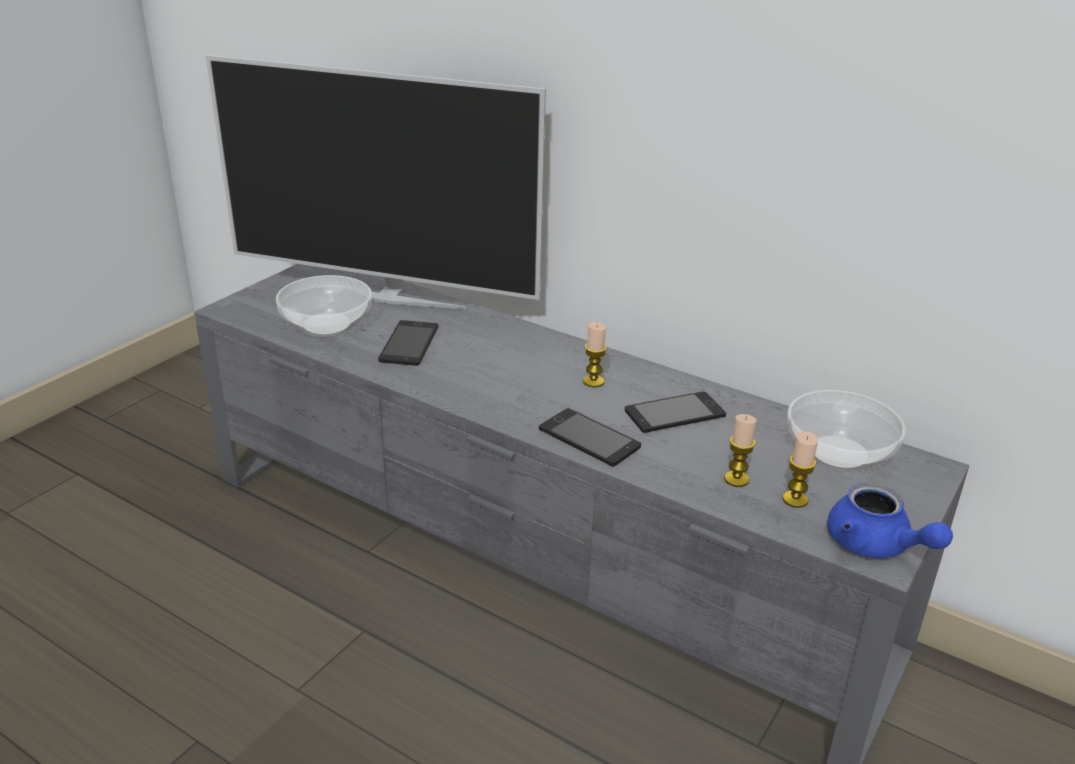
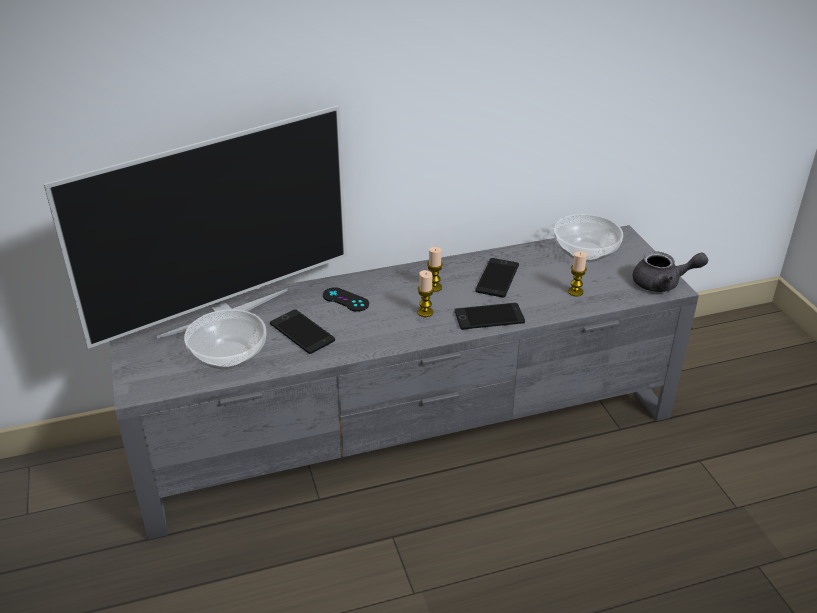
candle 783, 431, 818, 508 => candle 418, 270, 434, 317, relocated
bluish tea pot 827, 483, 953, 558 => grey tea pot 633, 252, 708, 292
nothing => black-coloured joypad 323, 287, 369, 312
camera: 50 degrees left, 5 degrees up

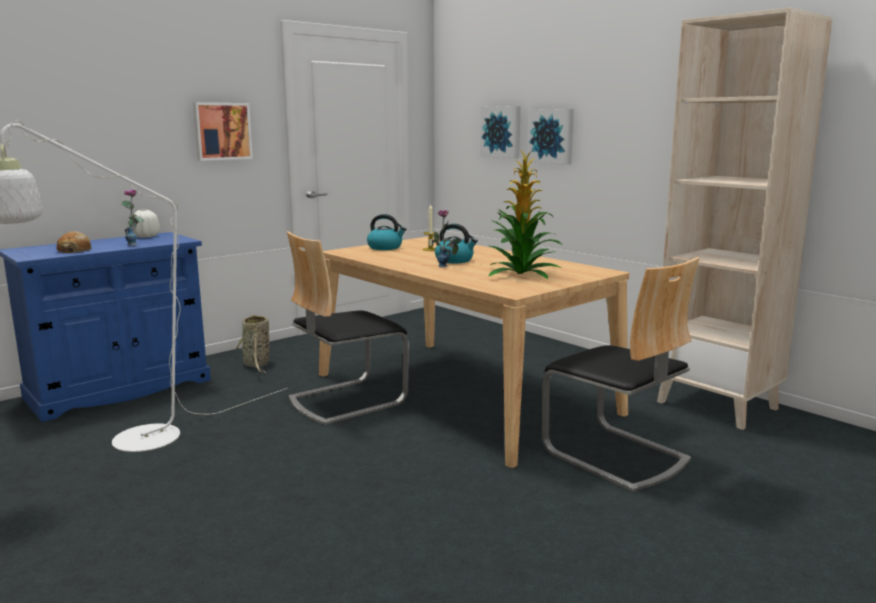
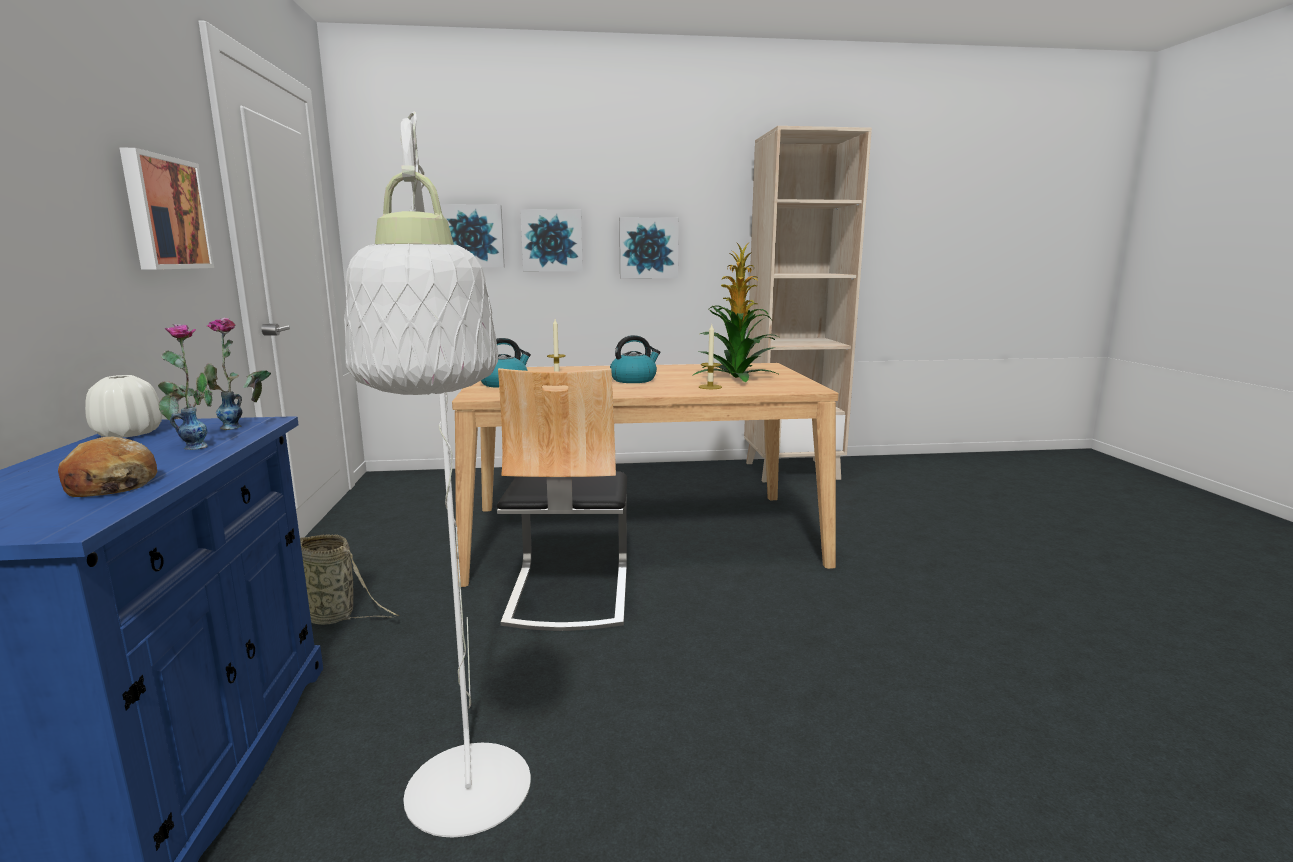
decorative vase 432, 209, 461, 267 => decorative vase 204, 318, 271, 430, relocated
plain chair 542, 257, 700, 492 => nothing
nothing => picture 619, 218, 679, 278
nothing => candle 699, 325, 722, 389
camera: 55 degrees left, 0 degrees up

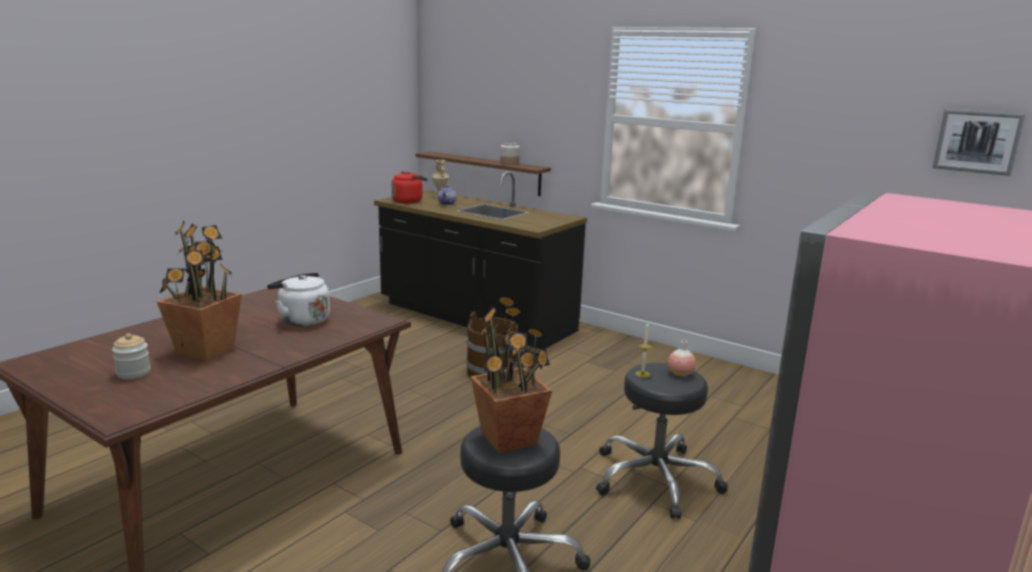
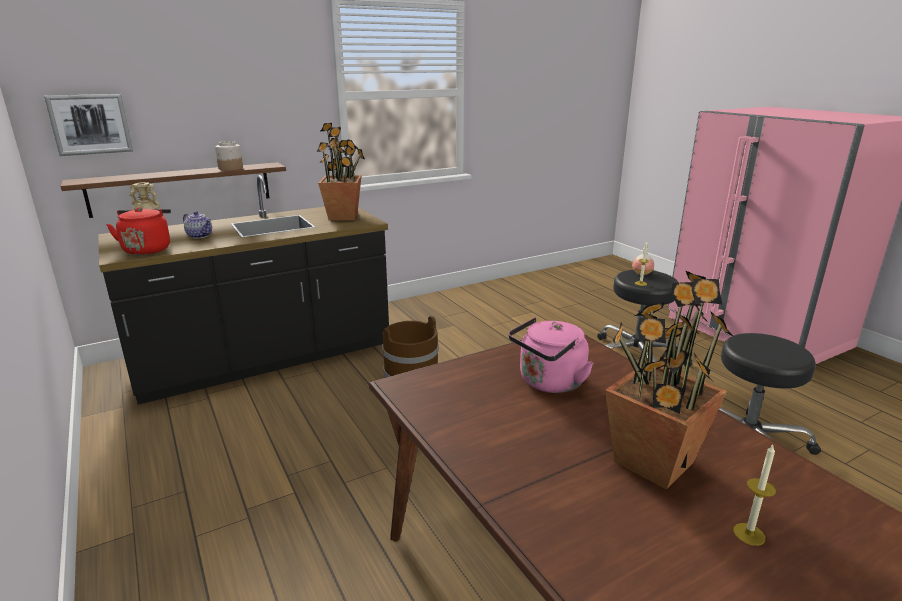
picture 933, 109, 1025, 176 => picture 44, 94, 133, 156, relocated
white kettle 267, 273, 330, 327 => pink kettle 508, 317, 593, 393
potted plant 471, 296, 552, 454 => potted plant 316, 123, 365, 220, relocated
preserve jar 112, 333, 151, 379 => candle 733, 445, 776, 546
camera: 65 degrees left, 5 degrees up

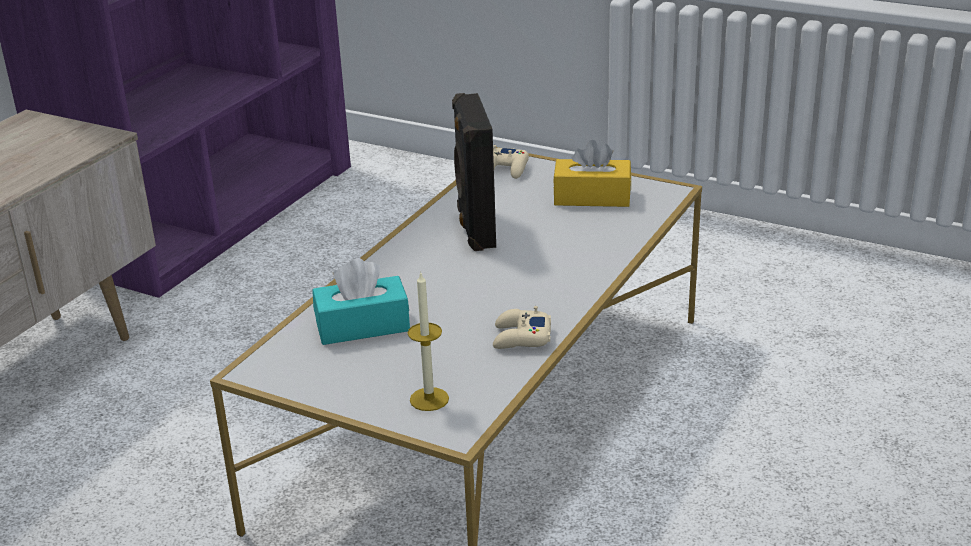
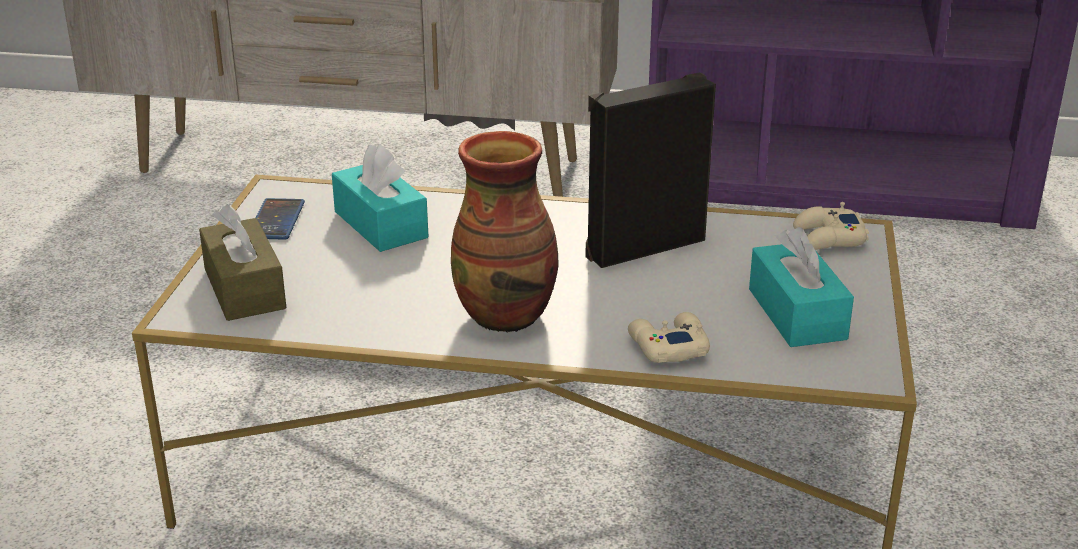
yellow box of tissues 553, 140, 631, 207 => blue-green box of tissues 749, 227, 854, 347
candle 408, 273, 449, 411 => brown box of tissues 199, 204, 286, 321
beige joypad 493, 306, 551, 349 => beige joypad 628, 312, 710, 363, relocated
nothing => decorative vase 451, 131, 558, 332
nothing => telephone 256, 198, 305, 240
camera: 70 degrees right, 0 degrees up

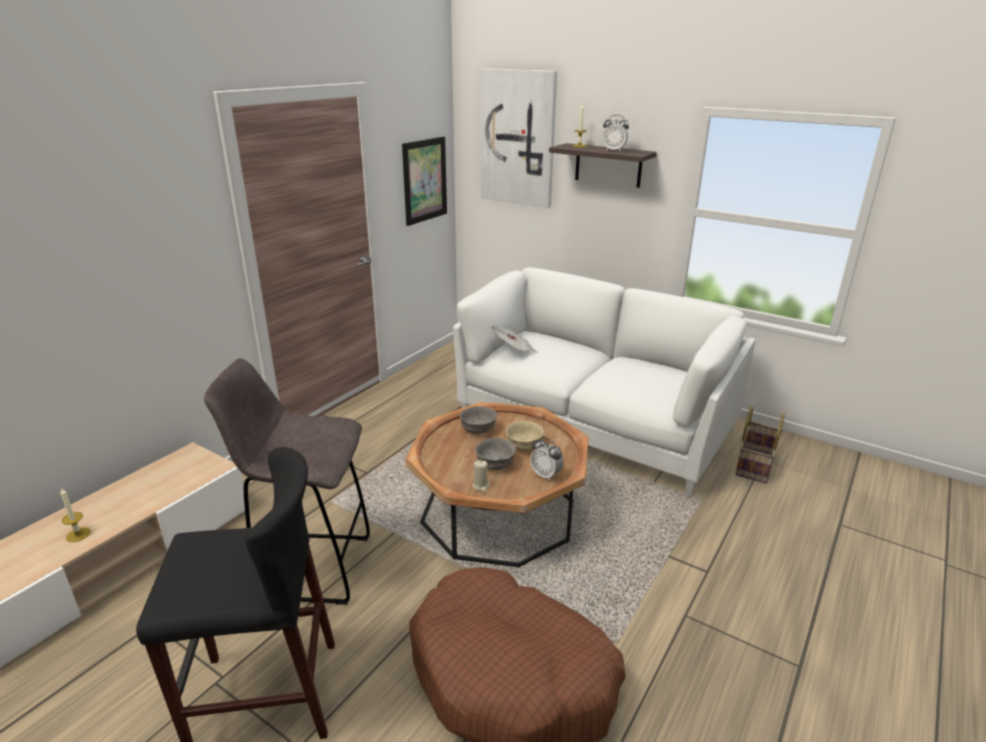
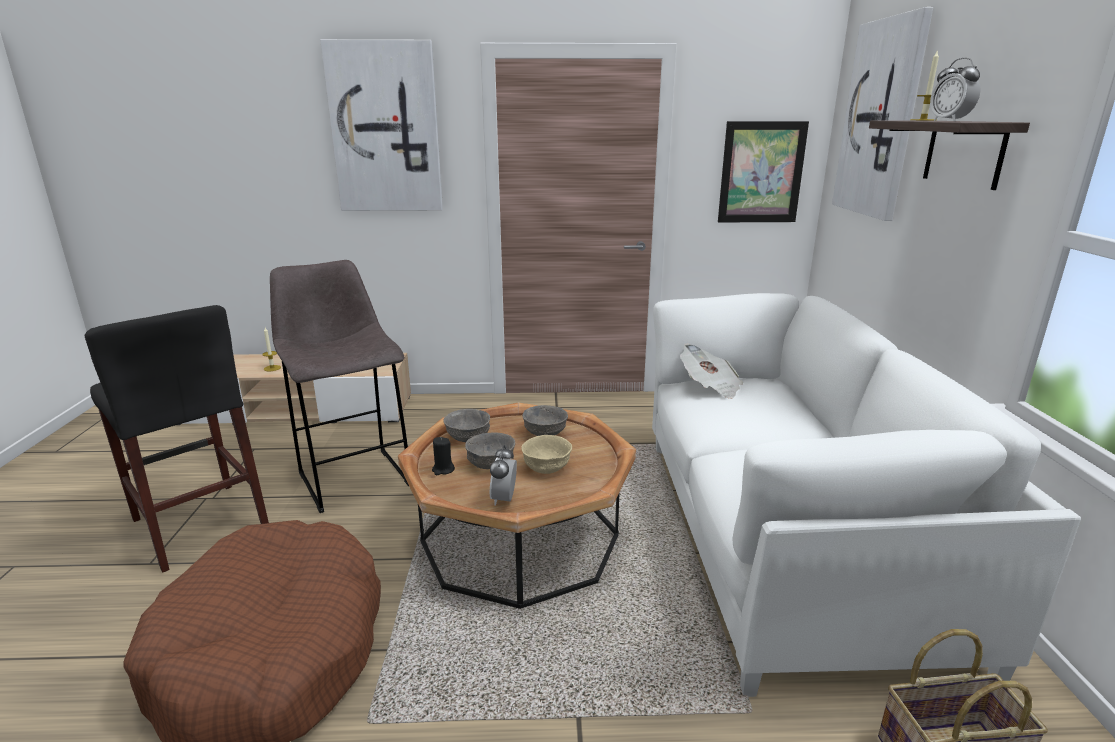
beige candle 472, 460, 490, 491 => black-coloured candle 432, 437, 455, 475
nothing => picture 320, 39, 443, 211
nothing => grey serving bowl 443, 409, 490, 442
camera: 55 degrees right, 5 degrees down

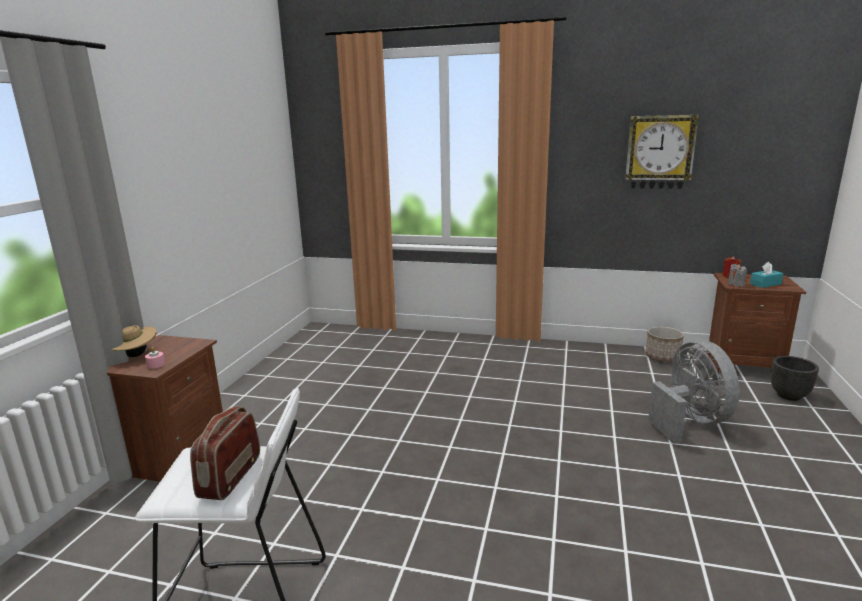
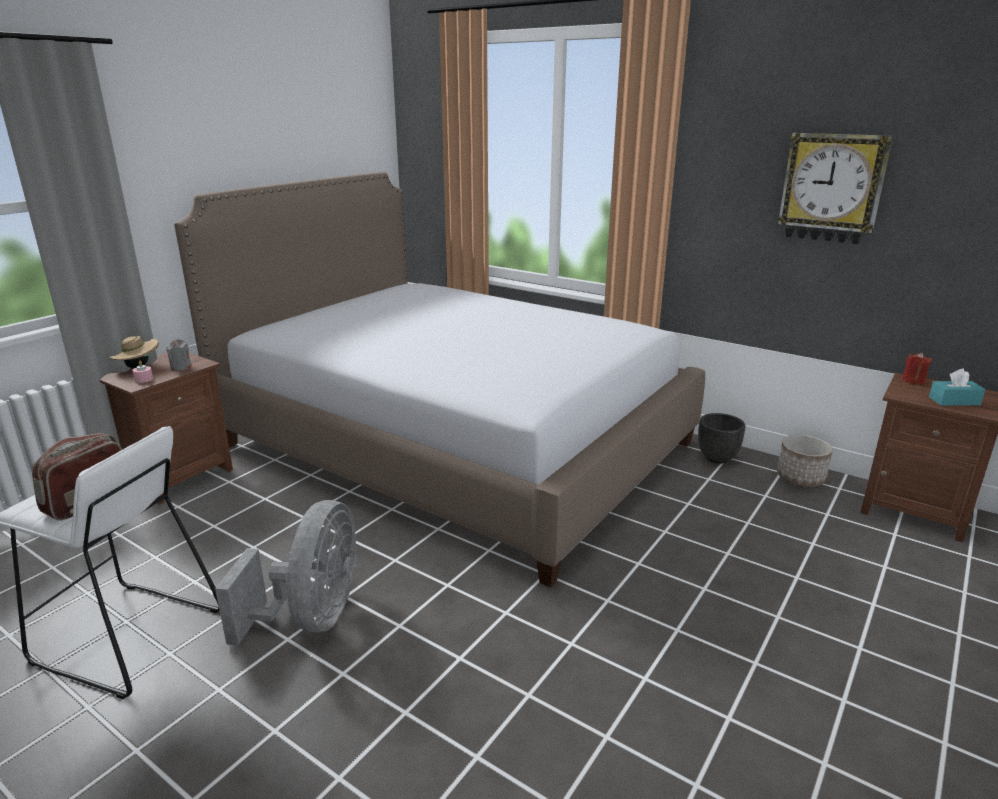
grey candle 728, 264, 747, 287 => grey candle 165, 339, 192, 371, relocated
grey cooling fan 648, 340, 740, 444 => grey cooling fan 215, 500, 357, 645, relocated
black-coloured plant pot 771, 356, 819, 401 => black-coloured plant pot 698, 413, 746, 464, relocated
nothing => sleeping bed 174, 172, 705, 587
camera: 20 degrees right, 5 degrees up

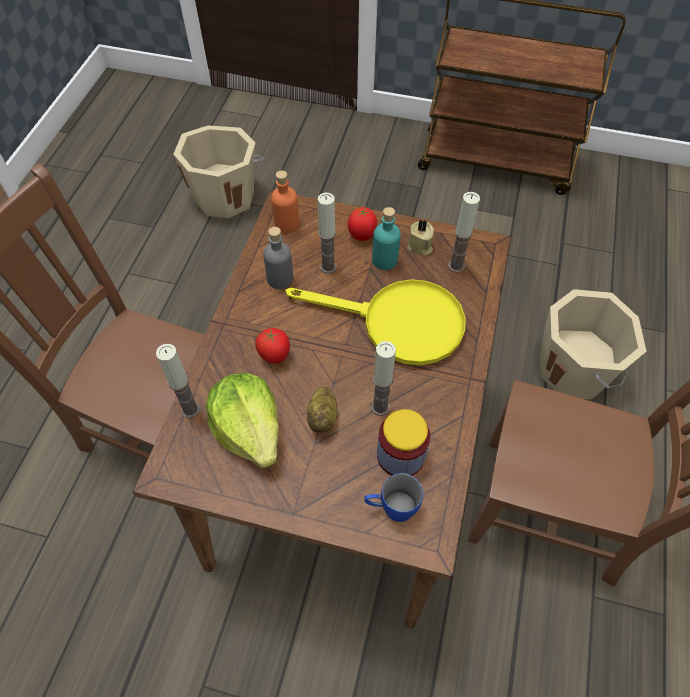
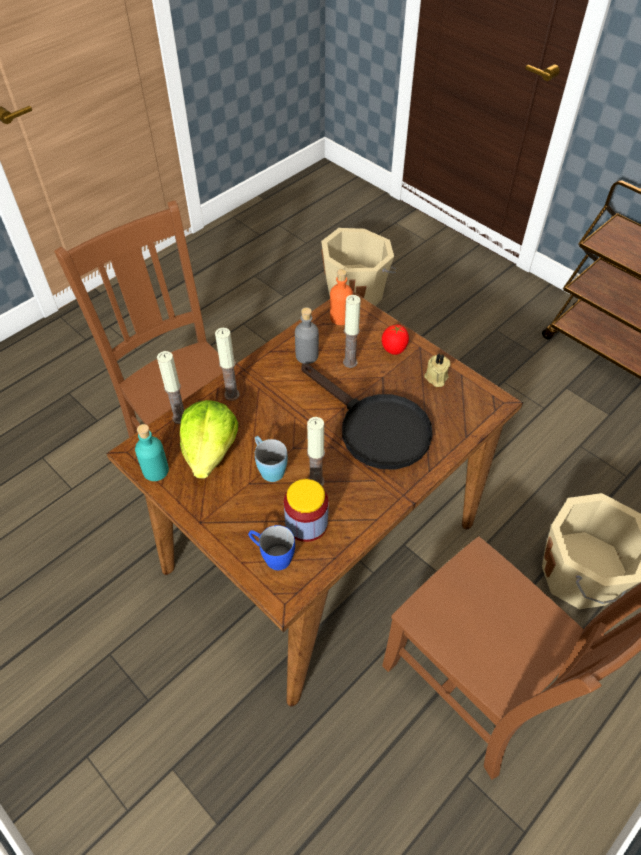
candle 448, 192, 480, 273 => candle 215, 328, 240, 401, relocated
blue-green drink bottle 372, 207, 401, 270 => blue-green drink bottle 135, 424, 169, 481, relocated
yellow pan 285, 279, 466, 365 => black-coloured pan 301, 363, 433, 469
tomato 255, 328, 290, 364 => nothing
whole potato 307, 387, 337, 433 => bluish mug 255, 436, 288, 482
camera: 30 degrees right, 5 degrees down

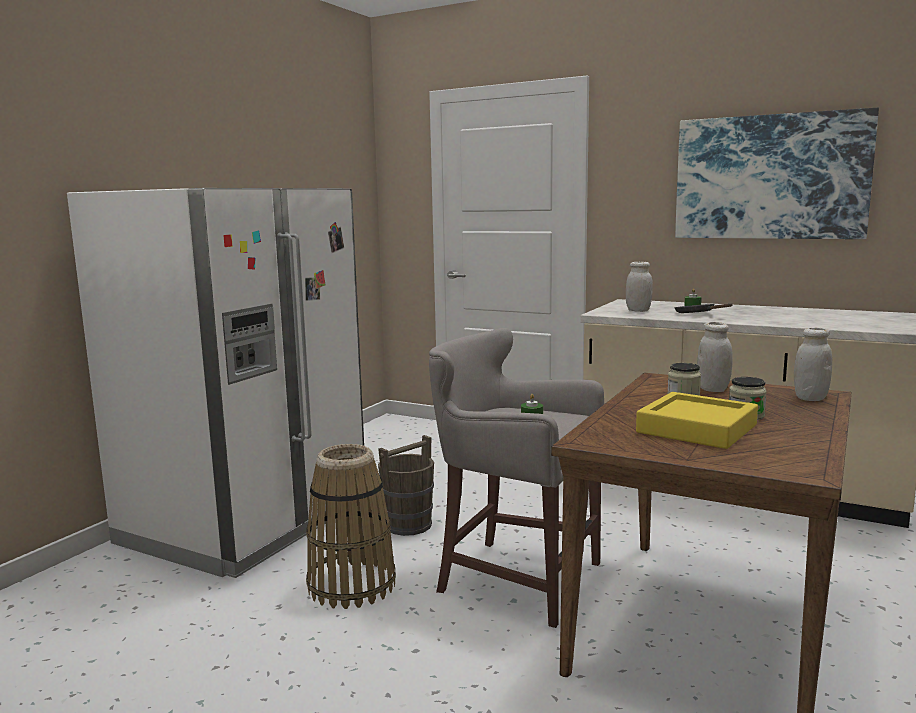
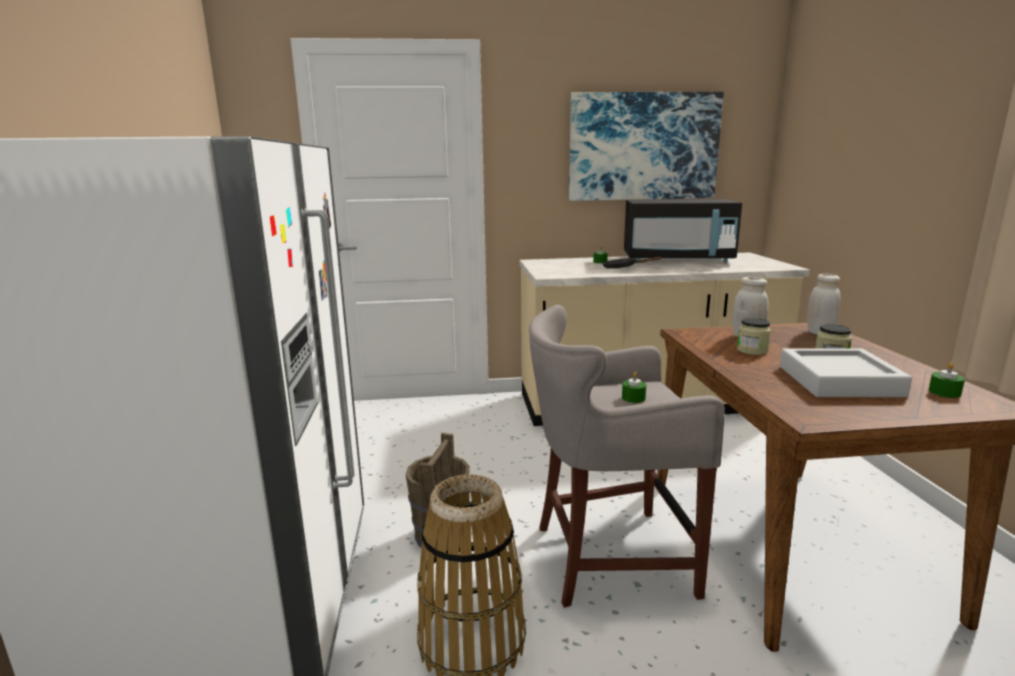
white preserve jar 626, 262, 653, 312 => nothing
yellow serving tray 636, 392, 758, 449 => grey serving tray 780, 348, 912, 398
nothing => black-coloured kitchen microwave 624, 199, 742, 262
nothing => green-coloured candle 929, 363, 965, 398
camera: 35 degrees left, 5 degrees up

